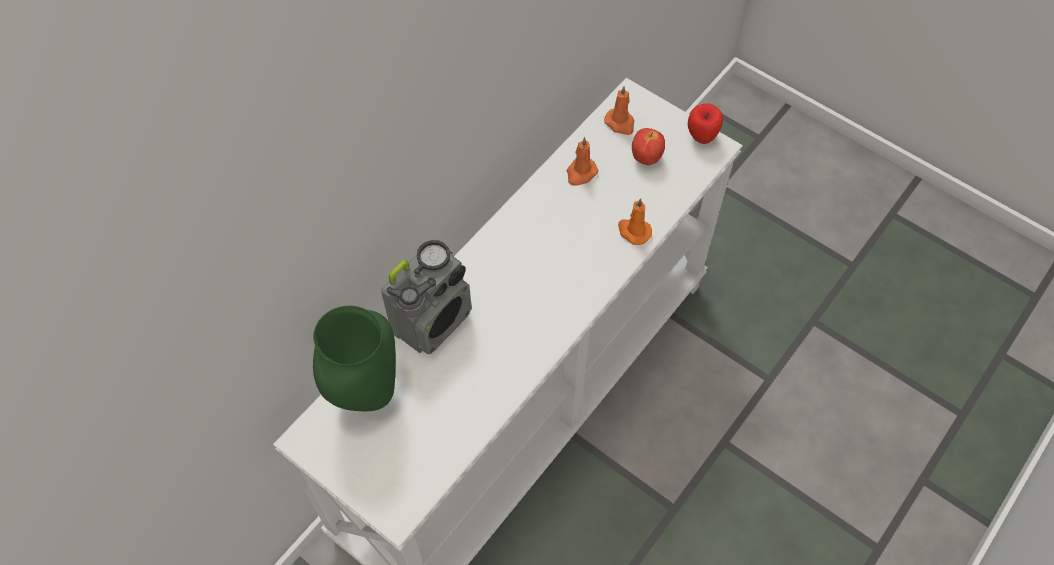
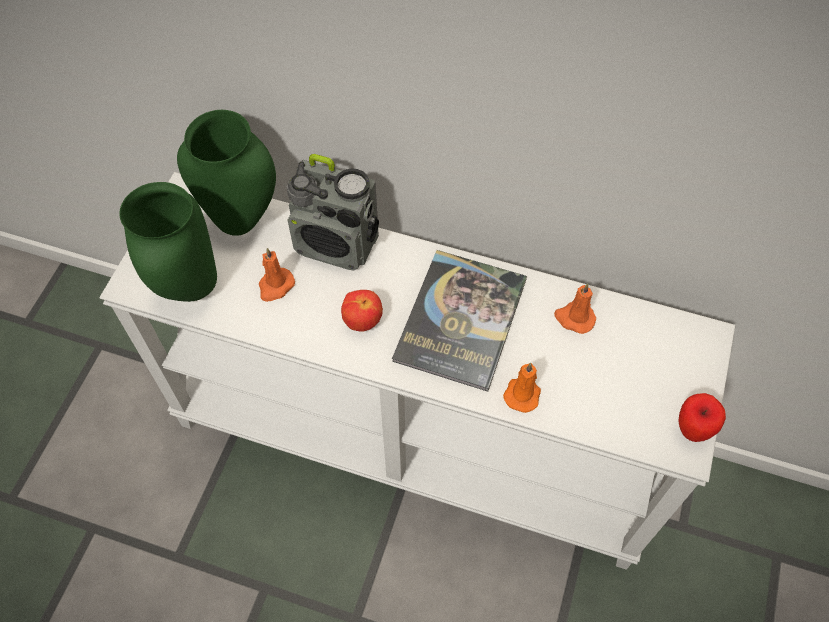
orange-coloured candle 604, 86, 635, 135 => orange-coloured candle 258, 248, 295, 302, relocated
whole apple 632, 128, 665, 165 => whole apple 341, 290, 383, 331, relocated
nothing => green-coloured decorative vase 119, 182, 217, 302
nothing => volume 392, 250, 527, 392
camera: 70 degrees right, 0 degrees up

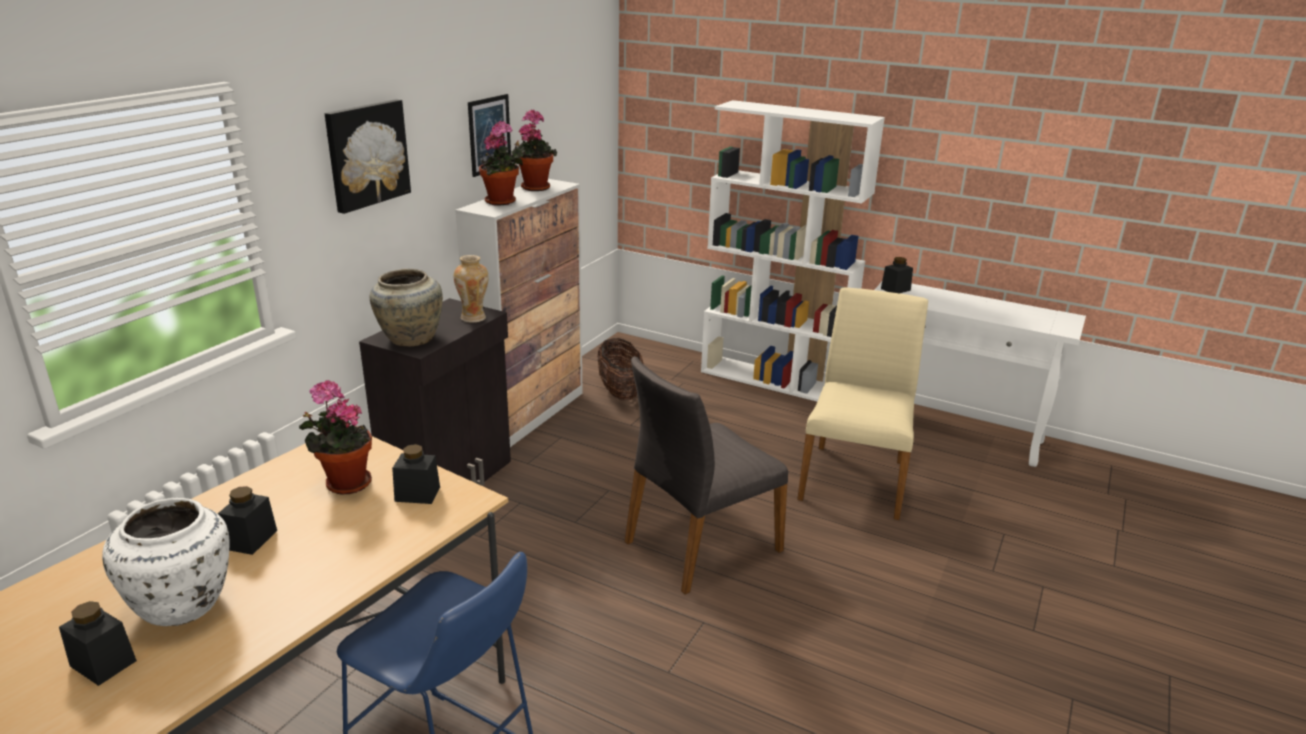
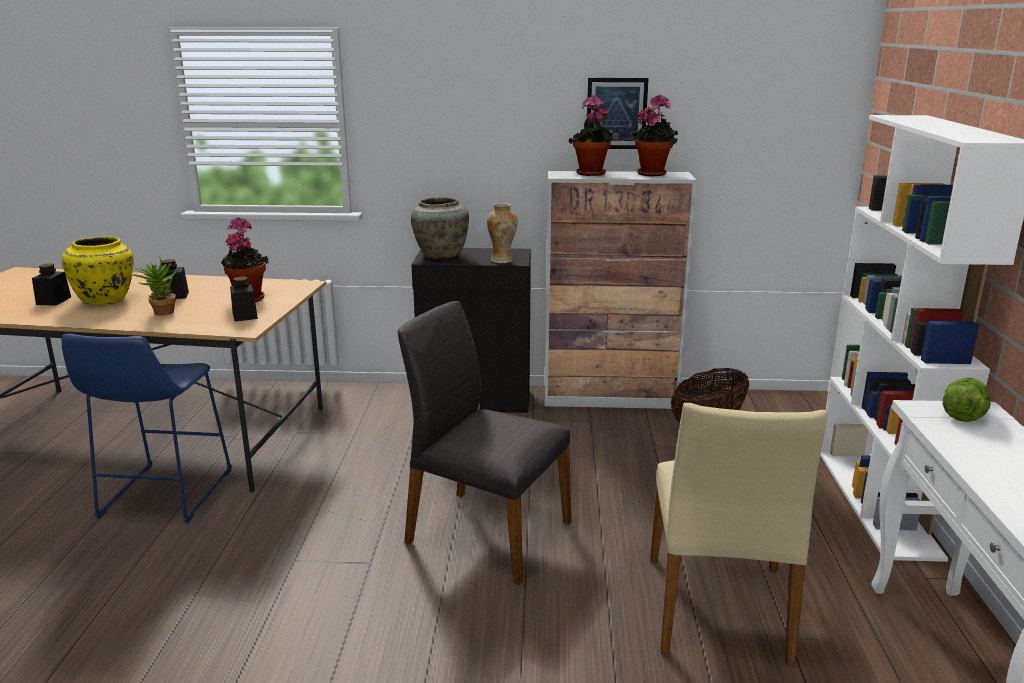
picture 325, 99, 411, 214 => nothing
black-coloured preserve jar 881, 257, 913, 293 => lettuce head 942, 377, 991, 422
beige plain chair 797, 287, 928, 520 => beige plain chair 650, 403, 828, 666, 105 degrees clockwise
white decorative vase 102, 498, 229, 626 => yellow decorative vase 62, 236, 133, 305
nothing => potted plant 132, 258, 176, 316
camera: 65 degrees right, 5 degrees down

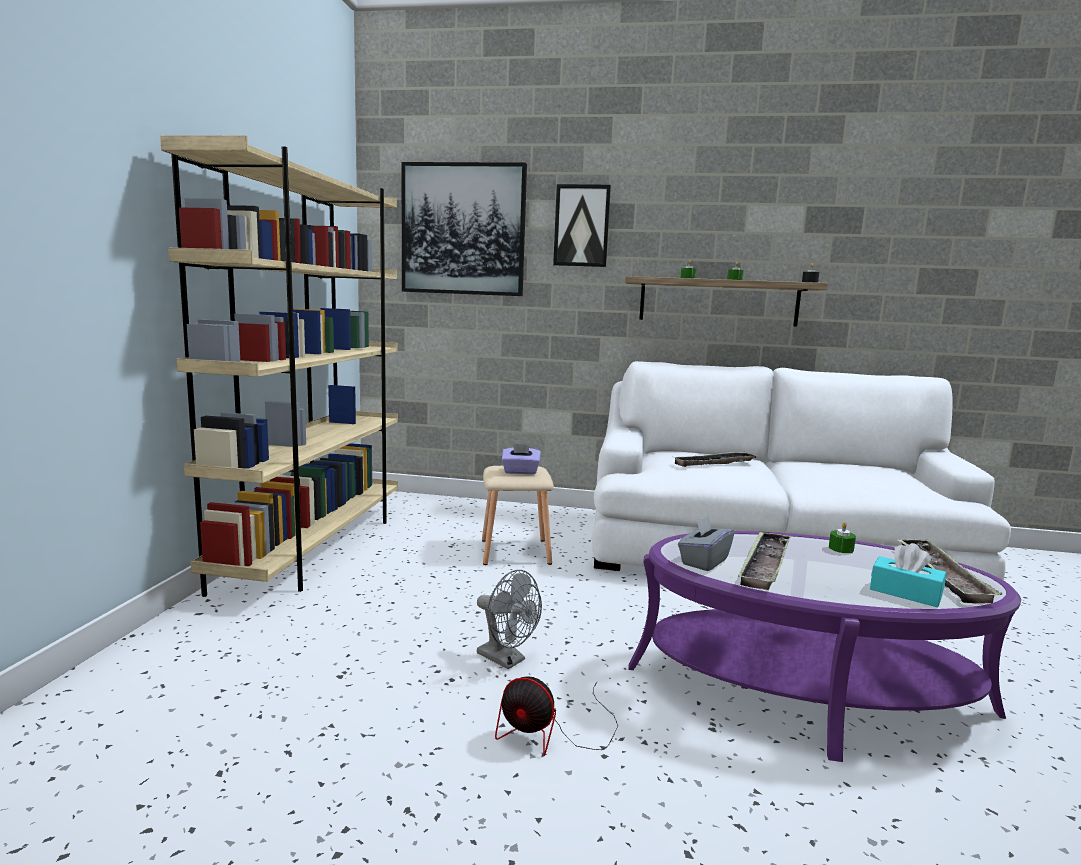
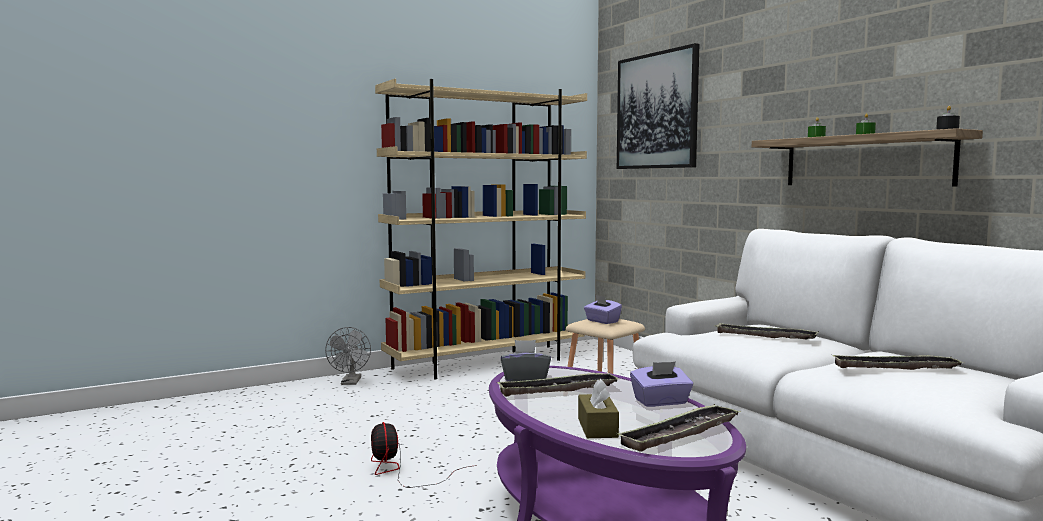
picture 553, 184, 611, 267 => nothing
green-coloured candle 829, 522, 856, 553 => purplish box of tissues 630, 361, 693, 407
blue-green box of tissues 870, 543, 946, 607 => brown box of tissues 578, 379, 619, 438
grey cooling fan 477, 570, 542, 669 => grey cooling fan 325, 327, 371, 385, relocated
nothing => serving tray 832, 355, 964, 370
camera: 50 degrees right, 5 degrees down

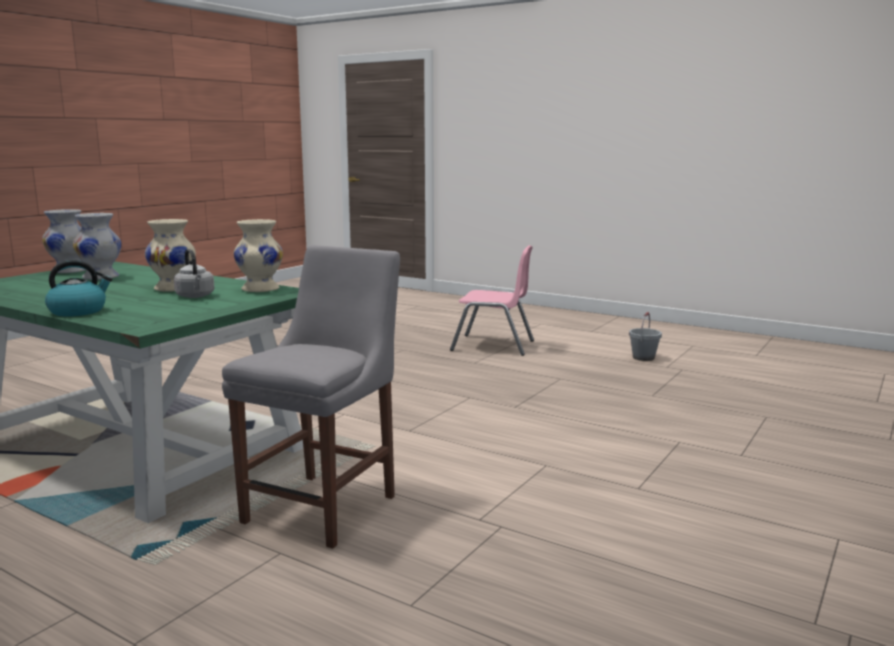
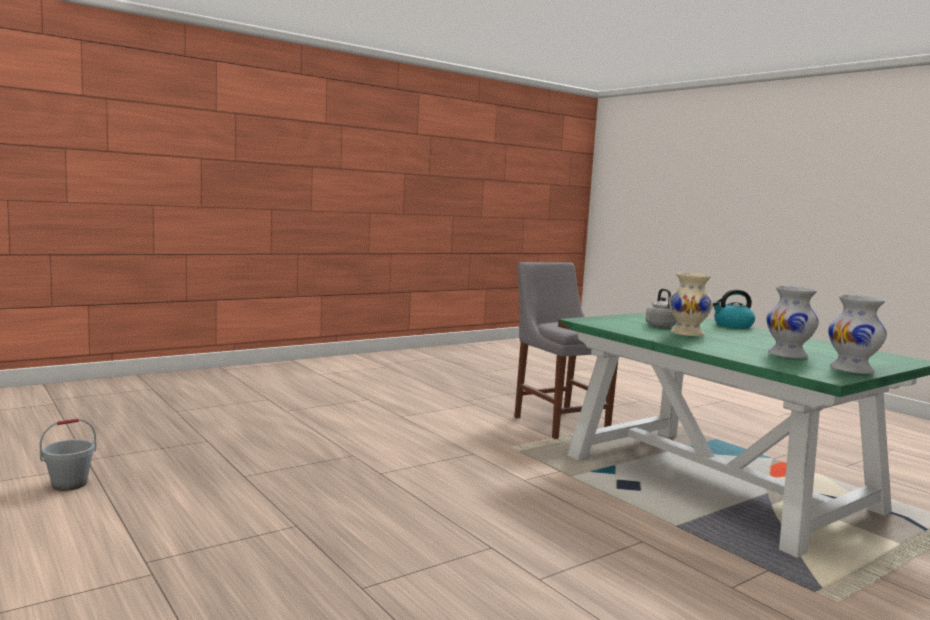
beige decorative vase 234, 219, 283, 292 => nothing
grey plain chair 222, 245, 400, 549 => grey plain chair 514, 262, 618, 439, 105 degrees clockwise
pink plain chair 450, 245, 534, 356 => nothing
camera: 160 degrees left, 5 degrees down

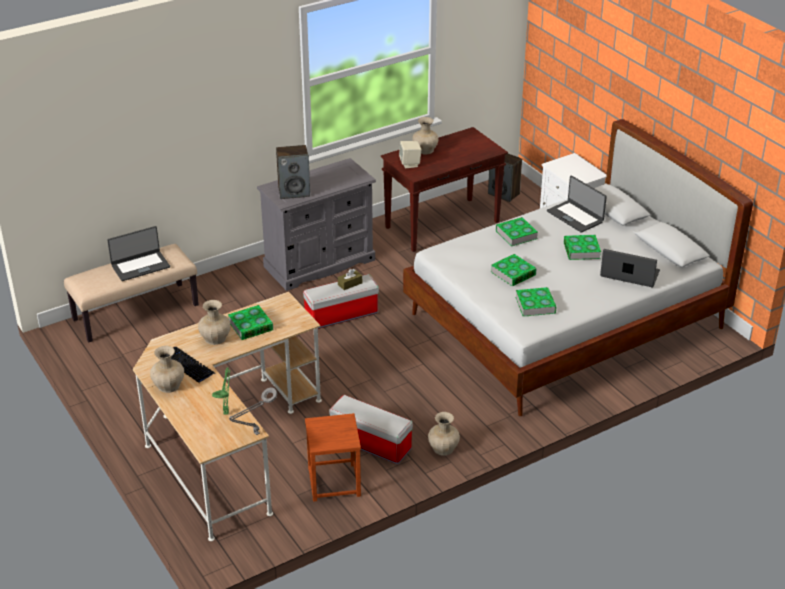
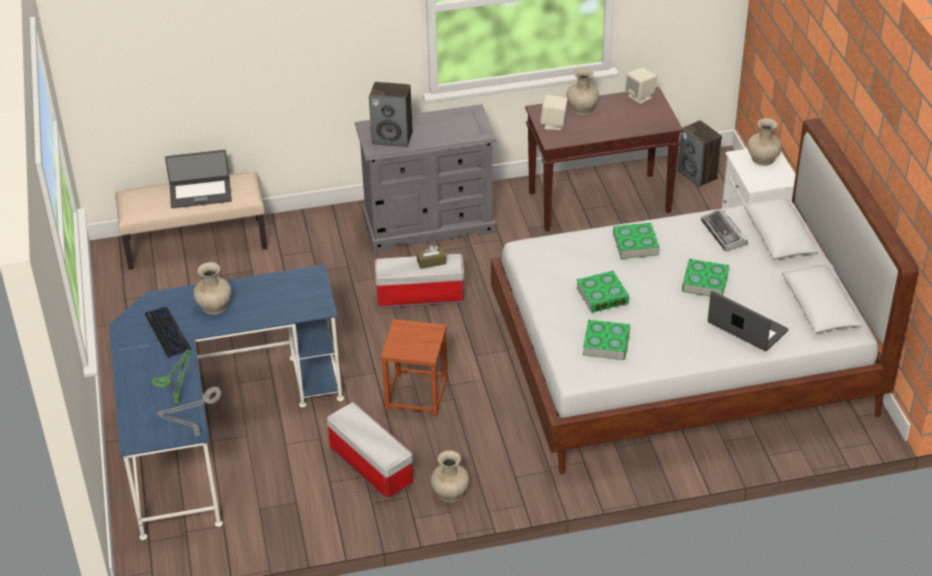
laptop 547, 175, 607, 233 => keyboard 701, 209, 748, 252
beige desk table 133, 292, 322, 541 => bluish desk table 109, 265, 344, 540
volume 228, 305, 273, 340 => nothing
beige decorative vase 150, 346, 184, 393 => beige decorative vase 748, 118, 782, 166, relocated
brown stool 305, 413, 361, 502 => brown stool 380, 319, 448, 416, relocated
nothing => beige loudspeaker 625, 68, 657, 104
camera: 20 degrees right, 5 degrees up

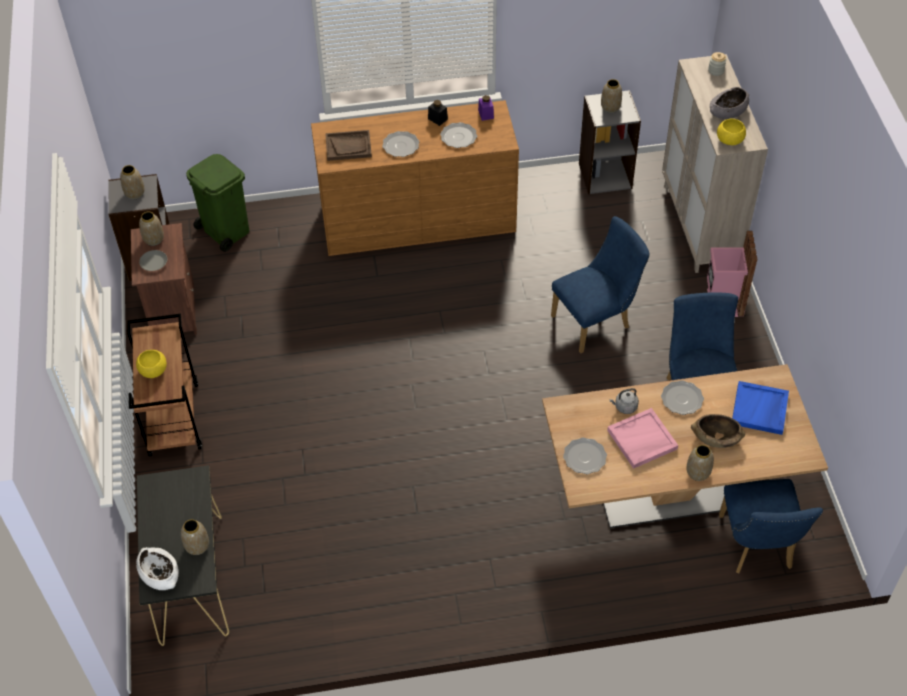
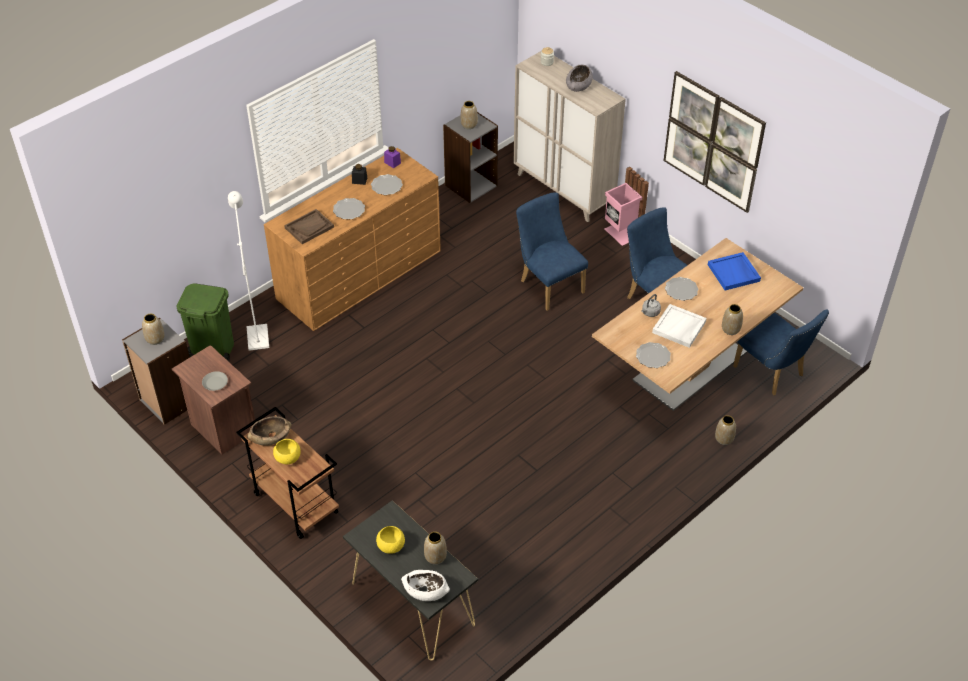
yellow serving bowl 717, 119, 746, 145 => yellow serving bowl 376, 526, 405, 554, relocated
decorative vase 139, 211, 164, 246 => decorative vase 715, 415, 736, 445, relocated
bluish plain chair 551, 216, 650, 353 => bluish plain chair 516, 192, 588, 311, 60 degrees counterclockwise
pink serving tray 607, 408, 678, 469 => white serving tray 652, 304, 707, 348
brown serving bowl 691, 414, 745, 448 => brown serving bowl 247, 416, 292, 446, relocated
nothing => picture 663, 71, 766, 213
nothing => white standing lamp 228, 191, 269, 351
camera: 35 degrees left, 5 degrees down

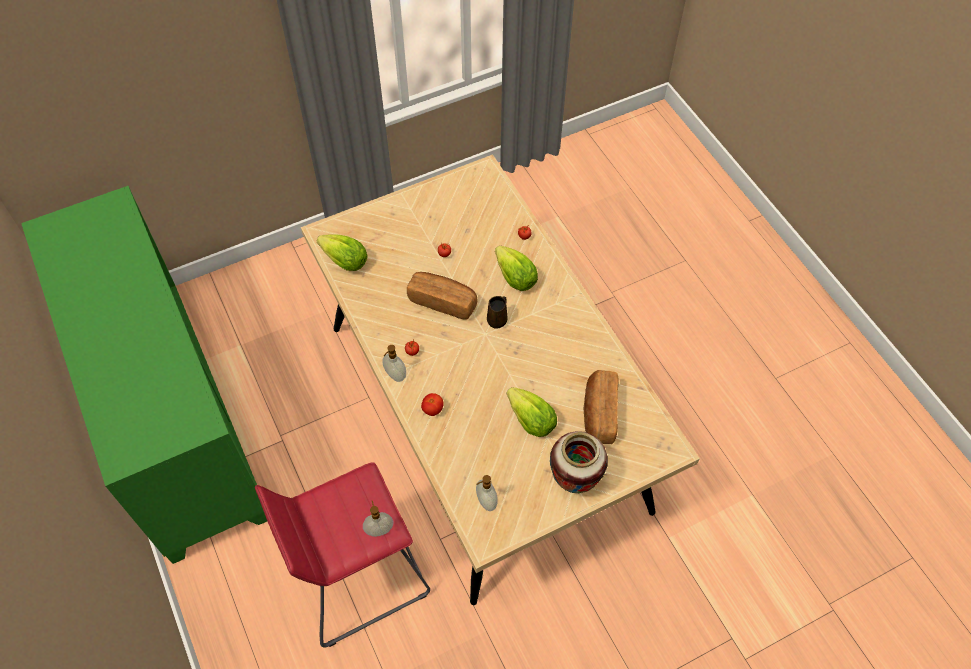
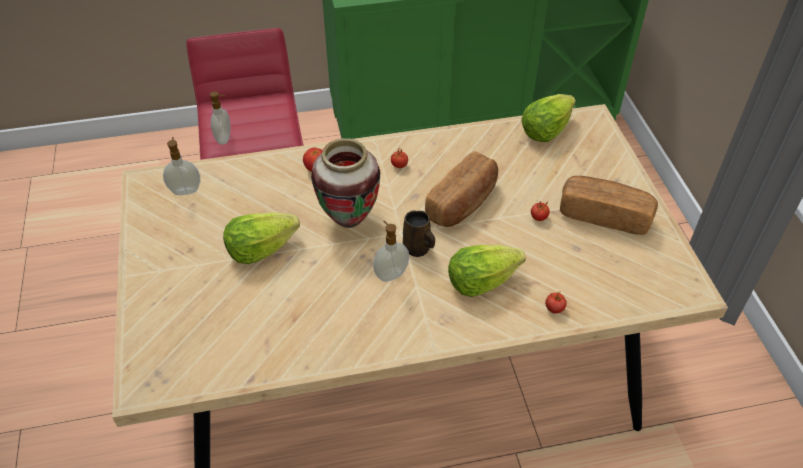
soap dispenser 382, 345, 406, 382 => soap dispenser 373, 221, 409, 282, relocated
bakery bread 583, 370, 619, 444 => bakery bread 560, 176, 658, 235, relocated
decorative vase 550, 431, 608, 493 => decorative vase 311, 138, 380, 228, relocated
camera: 105 degrees right, 10 degrees down

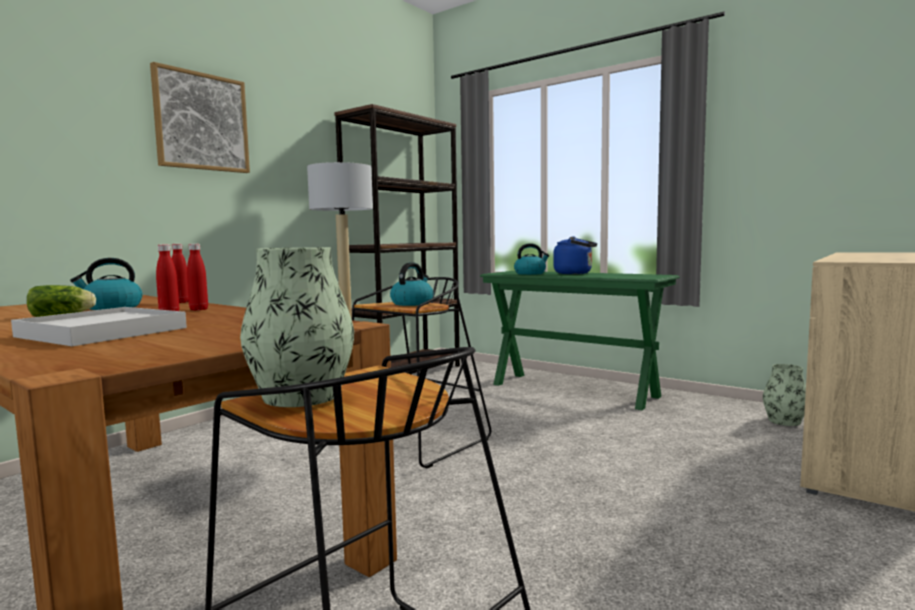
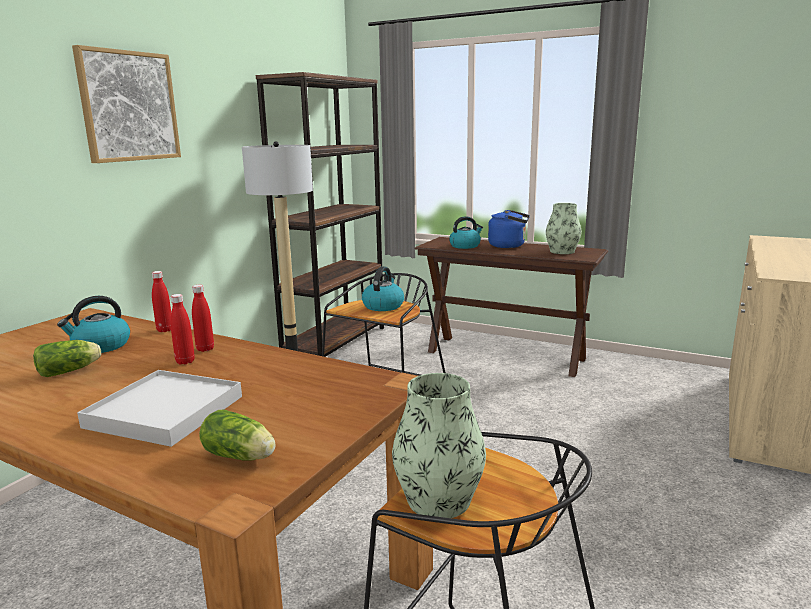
green-coloured hall table 480, 271, 680, 410 => brown hall table 414, 237, 608, 377
decorative vase 763, 364, 806, 426 => decorative vase 546, 203, 582, 254, relocated
nothing => lettuce head 199, 410, 275, 461
camera: 10 degrees left, 10 degrees up

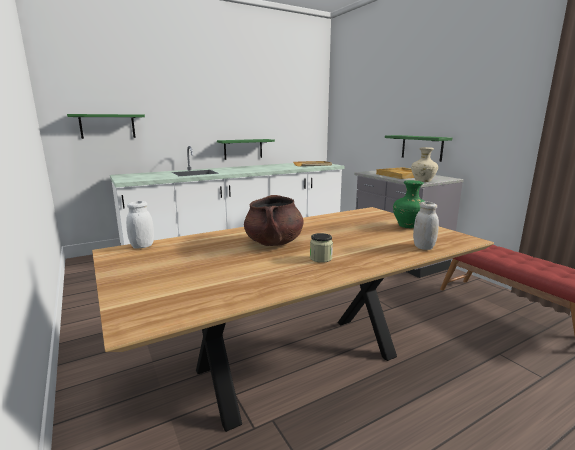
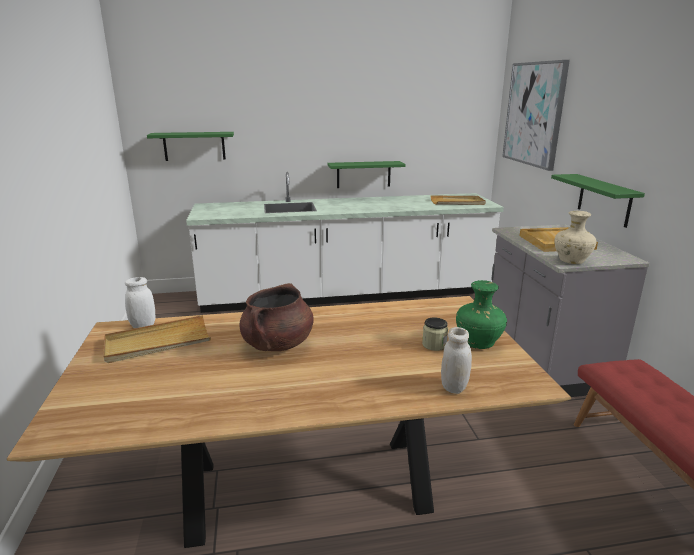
preserve jar 310, 233, 333, 263 => preserve jar 422, 318, 448, 351, relocated
nothing => picture 502, 60, 570, 171
nothing => beige serving tray 103, 315, 211, 363
camera: 20 degrees right, 5 degrees up

